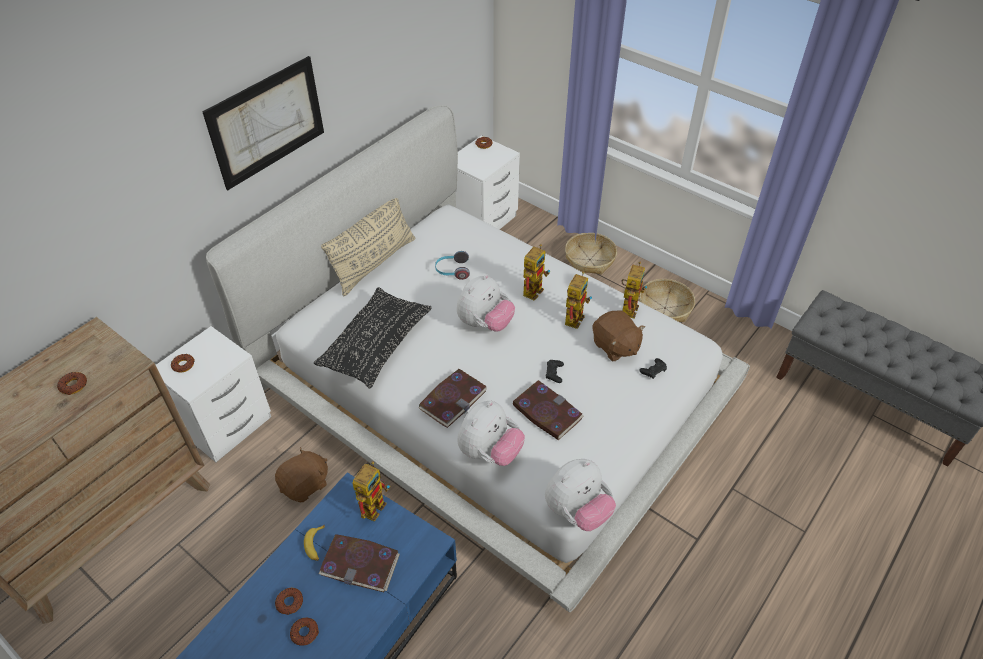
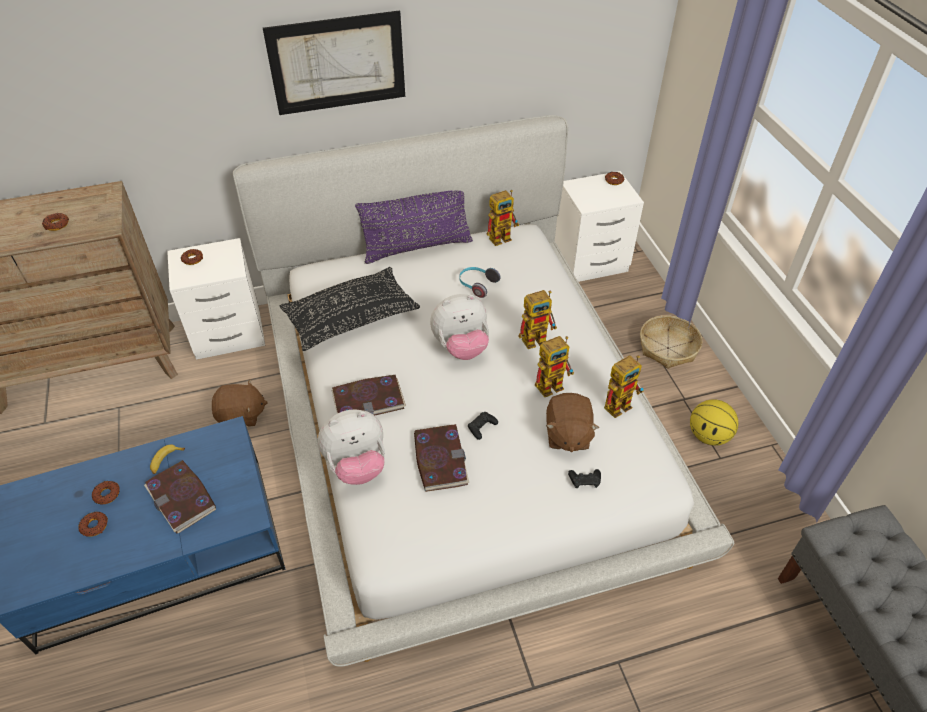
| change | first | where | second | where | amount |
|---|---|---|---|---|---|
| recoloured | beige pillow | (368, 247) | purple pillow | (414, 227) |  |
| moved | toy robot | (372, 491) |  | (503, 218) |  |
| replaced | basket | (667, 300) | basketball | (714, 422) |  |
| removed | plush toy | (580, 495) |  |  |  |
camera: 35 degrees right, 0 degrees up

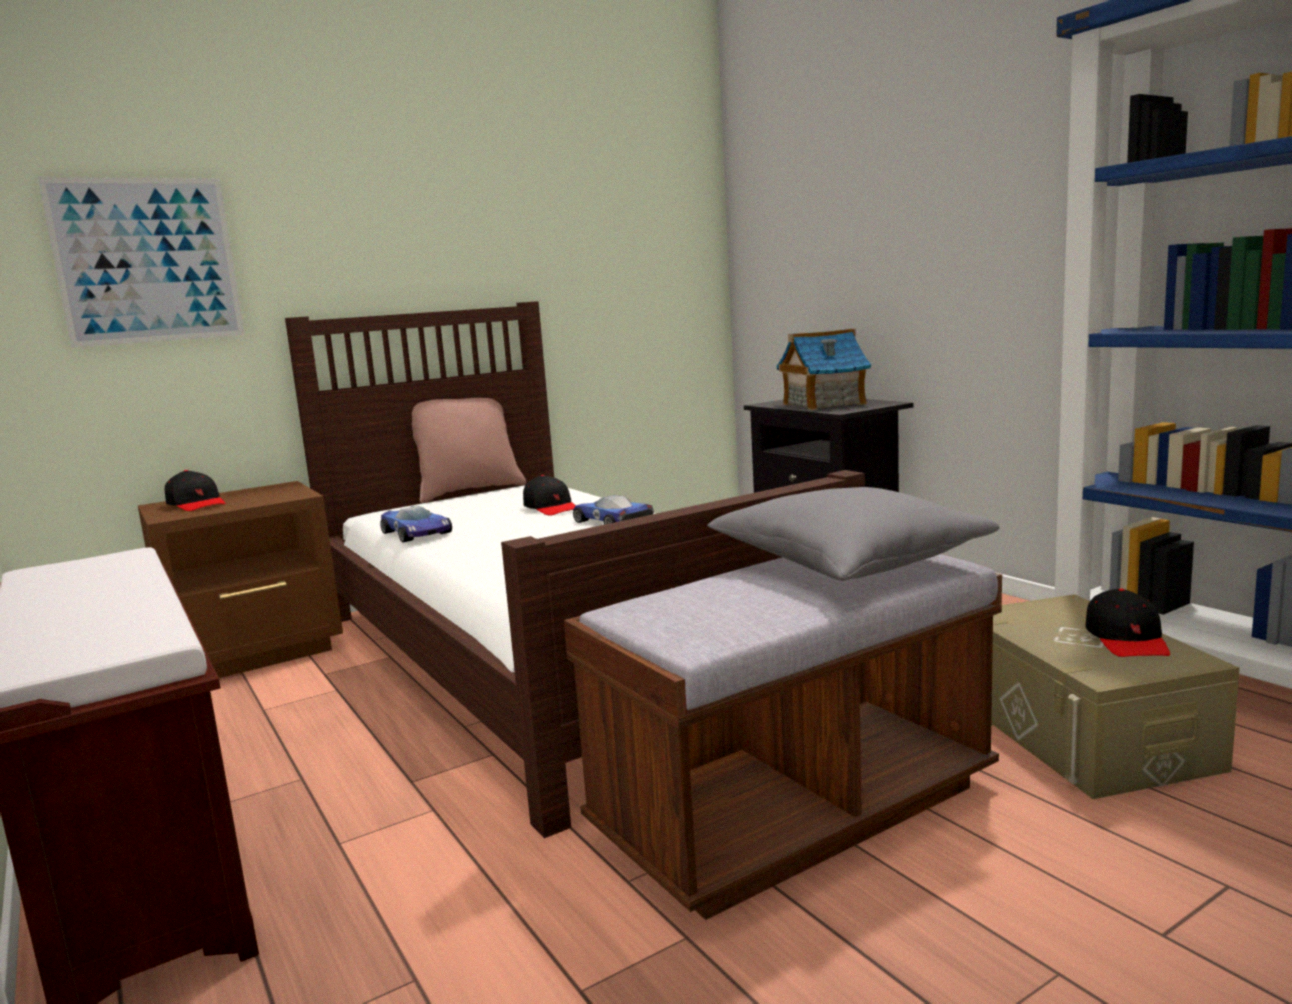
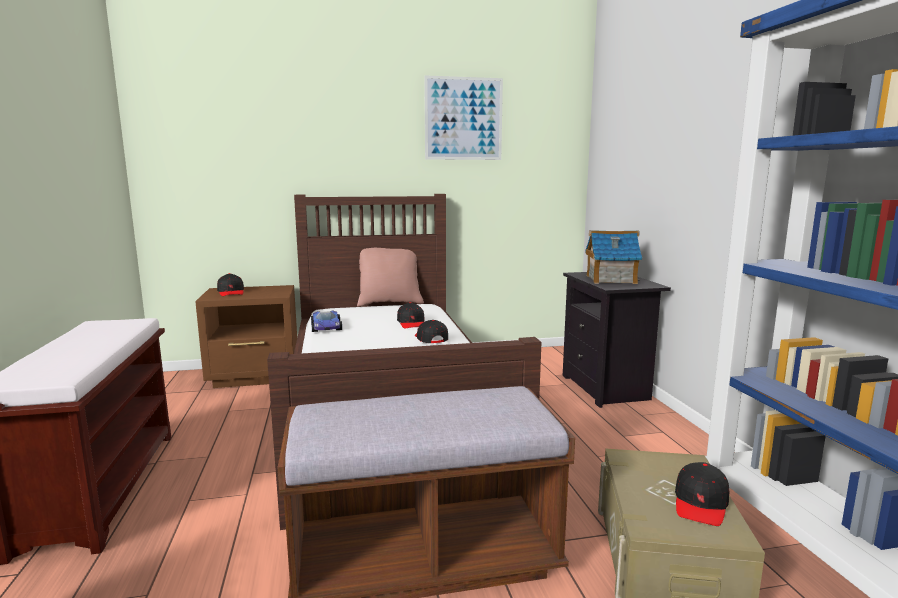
| change | first | where | second | where | amount |
|---|---|---|---|---|---|
| replaced | toy car | (613, 510) | black cap | (431, 331) |  |
| moved | picture | (141, 262) |  | (463, 117) |  |
| removed | grey pillow | (853, 534) |  |  |  |
camera: 20 degrees right, 0 degrees up

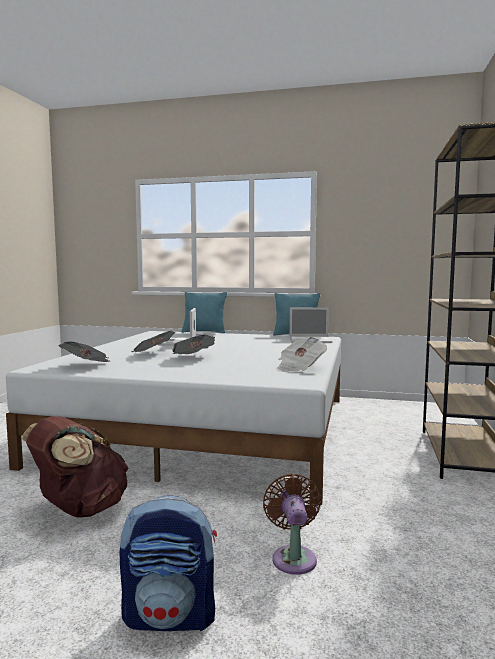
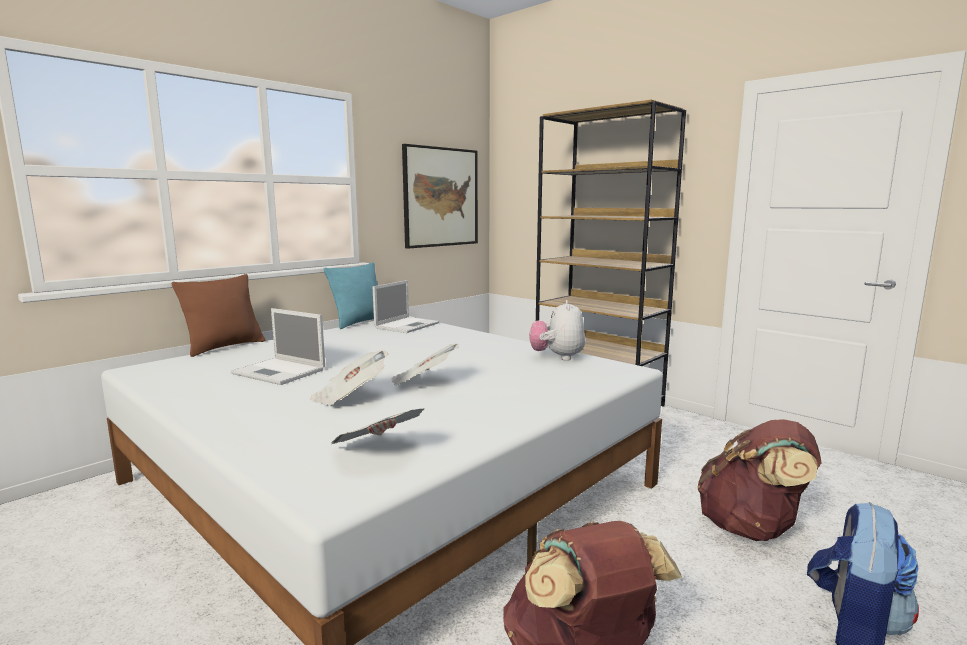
| change | first | where | second | where | amount |
|---|---|---|---|---|---|
| recoloured | turquoise pillow | (204, 312) | brown pillow | (218, 315) |  |
| added |  |  | picture | (440, 196) |  |
| replaced | newspaper | (301, 354) | plush toy | (557, 330) |  |
| replaced | brown fan | (292, 524) | brown backpack | (759, 480) |  |
camera: 60 degrees left, 5 degrees up

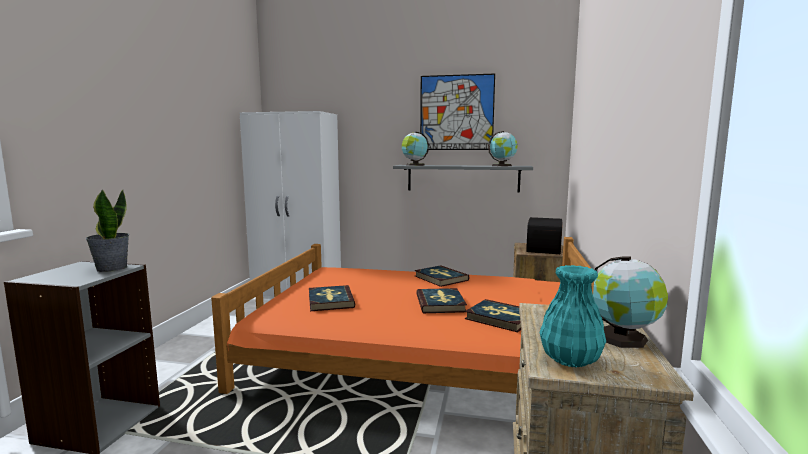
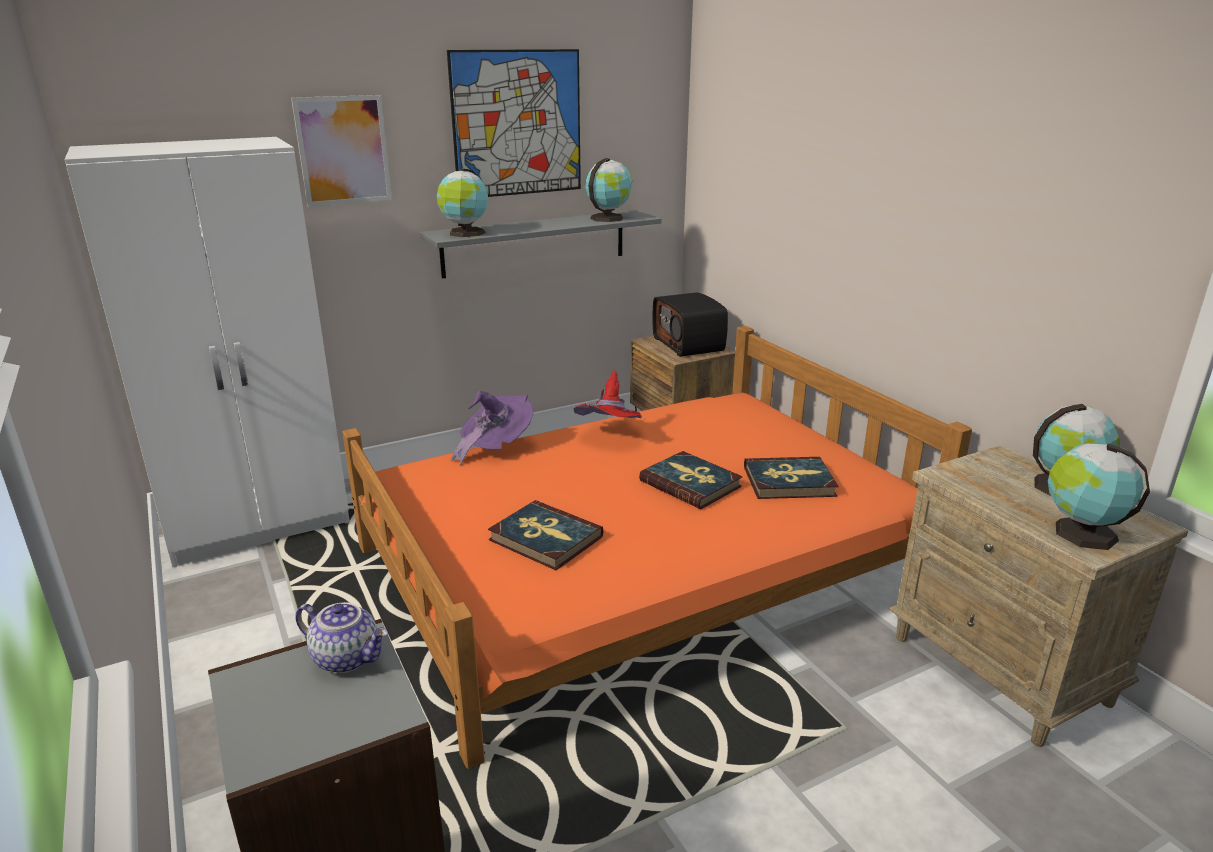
| change | first | where | second | where | amount |
|---|---|---|---|---|---|
| added |  |  | picture | (341, 151) |  |
| replaced | potted plant | (108, 230) | teapot | (341, 637) |  |
| added |  |  | purple hat | (492, 428) |  |
| replaced | book | (442, 276) | red hat | (608, 394) |  |
| replaced | turquoise vase | (573, 316) | globe | (1099, 496) |  |
camera: 40 degrees left, 15 degrees up

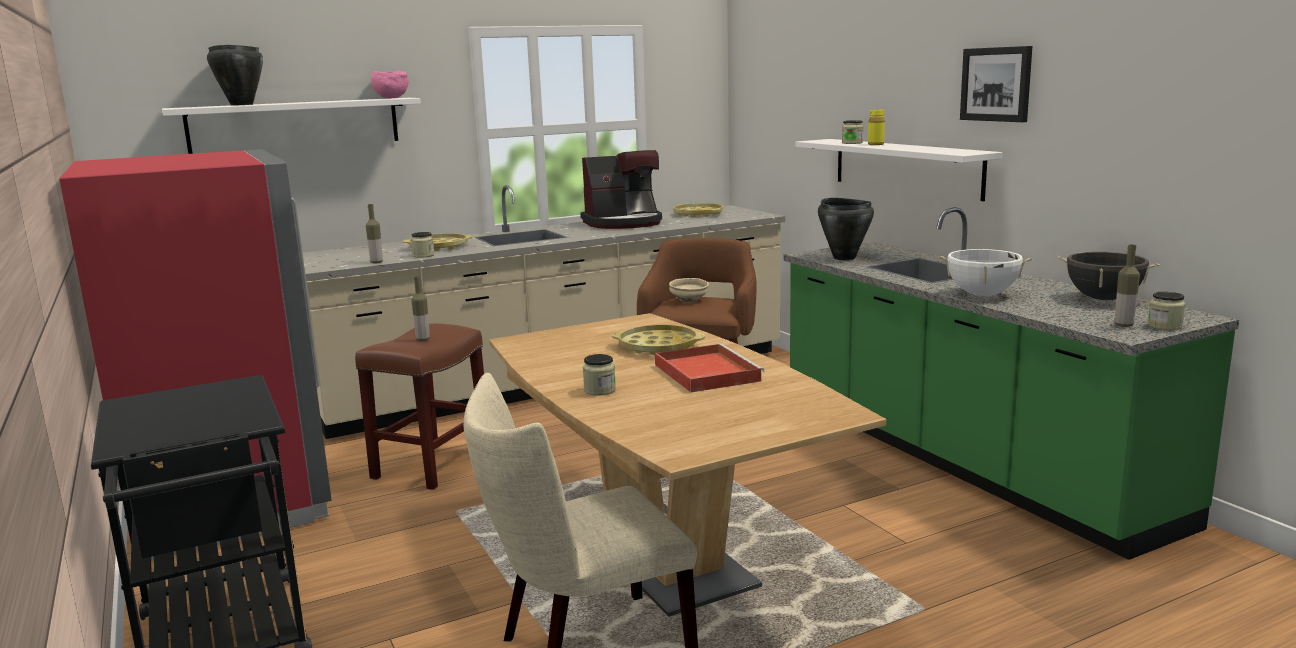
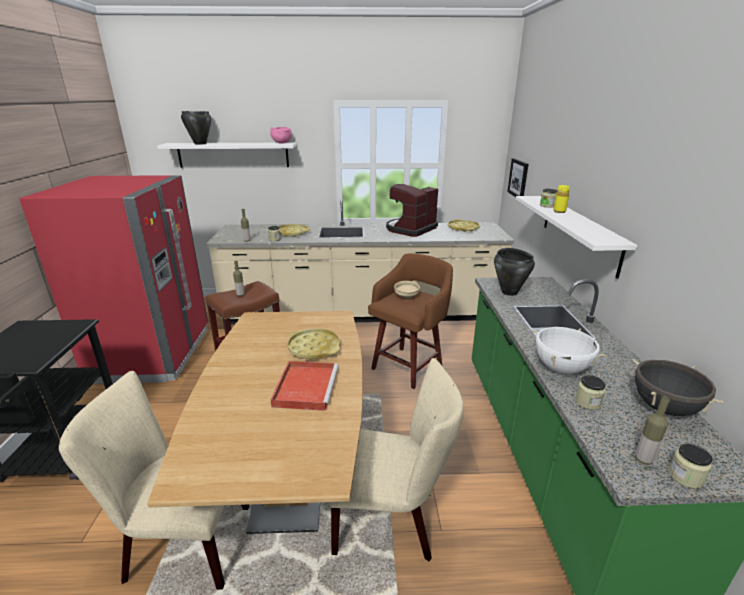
| change | first | where | second | where | amount |
|---|---|---|---|---|---|
| added |  |  | beige chair | (396, 459) |  |
| turned | coffee machine | (621, 189) |  | (412, 210) | 120 degrees clockwise |
| moved | picture | (996, 84) |  | (517, 177) |  |
| moved | jar | (599, 375) |  | (590, 392) |  |
camera: 25 degrees right, 10 degrees up

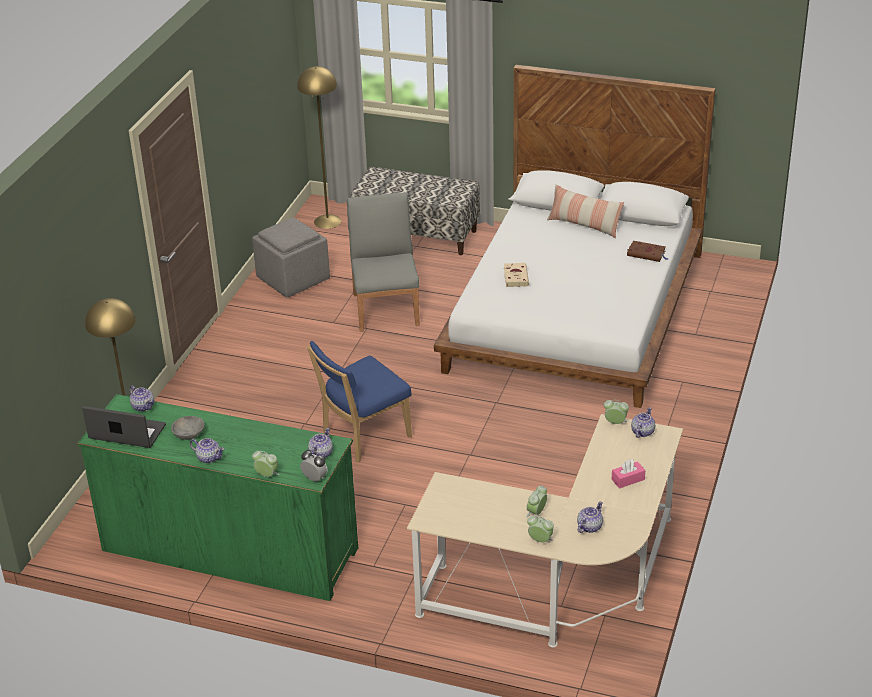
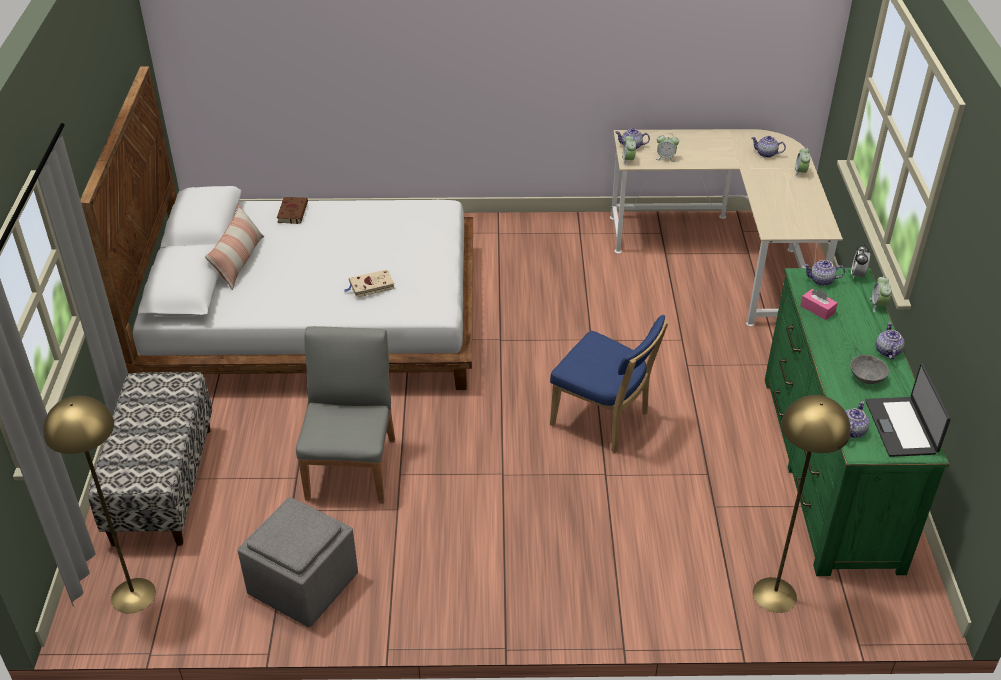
| change | first | where | second | where | amount |
|---|---|---|---|---|---|
| turned | grey chair | (383, 262) |  | (345, 415) | 120 degrees clockwise |
| moved | alarm clock | (536, 502) |  | (667, 147) |  |
| moved | pink tissue box | (628, 474) |  | (819, 304) |  |
camera: 110 degrees left, 5 degrees up

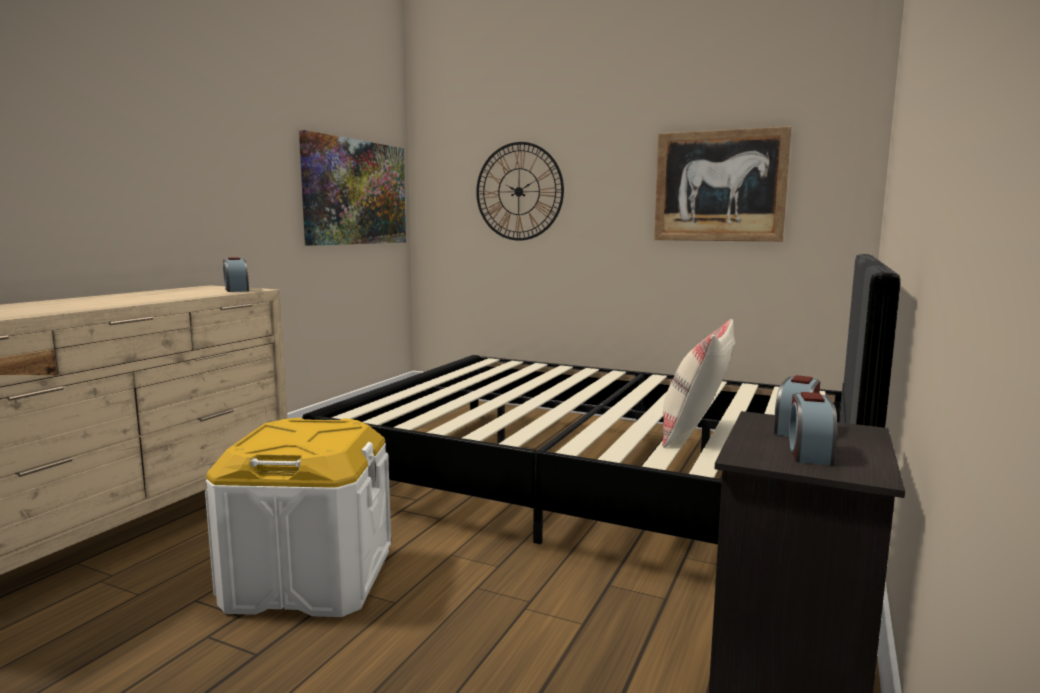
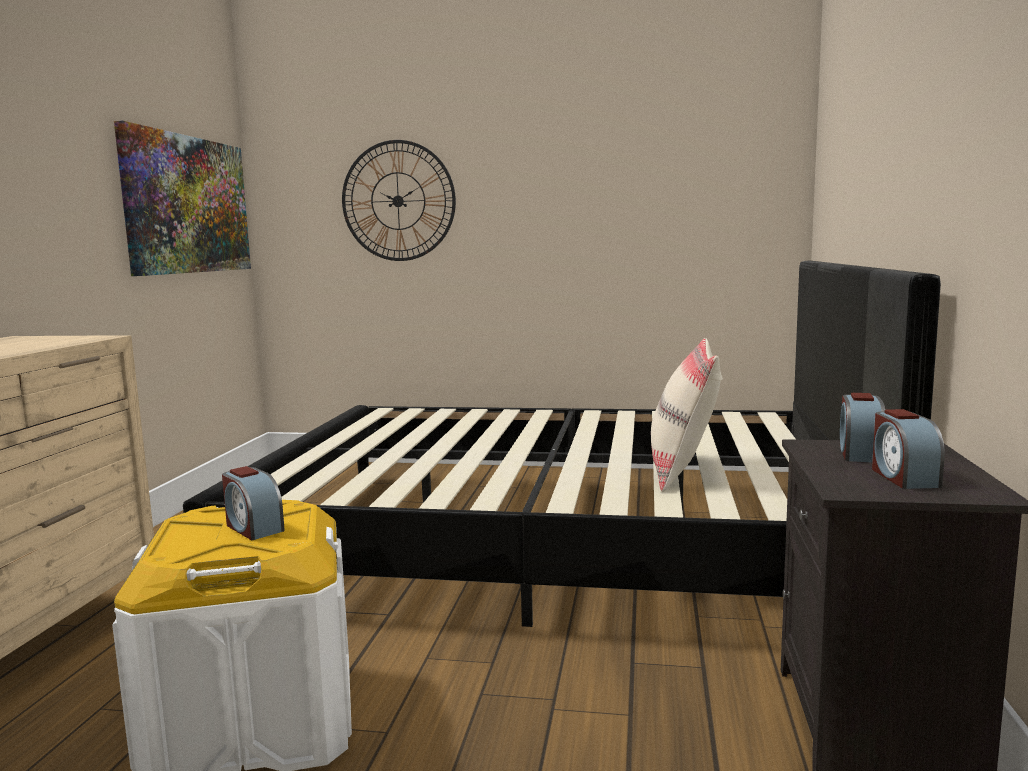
| change | first | where | second | where | amount |
|---|---|---|---|---|---|
| moved | alarm clock | (236, 274) |  | (253, 503) |  |
| removed | picture | (723, 184) |  |  |  |
camera: 15 degrees left, 0 degrees up

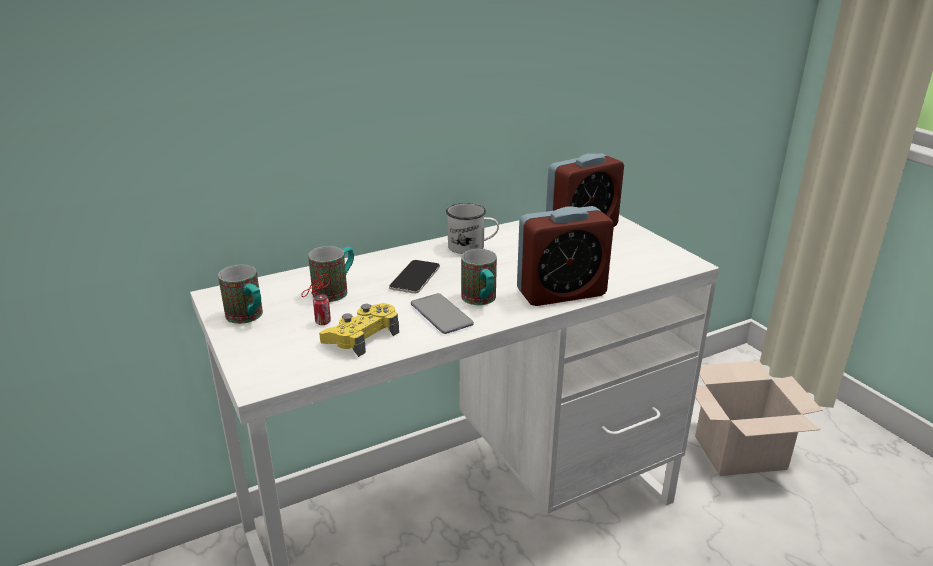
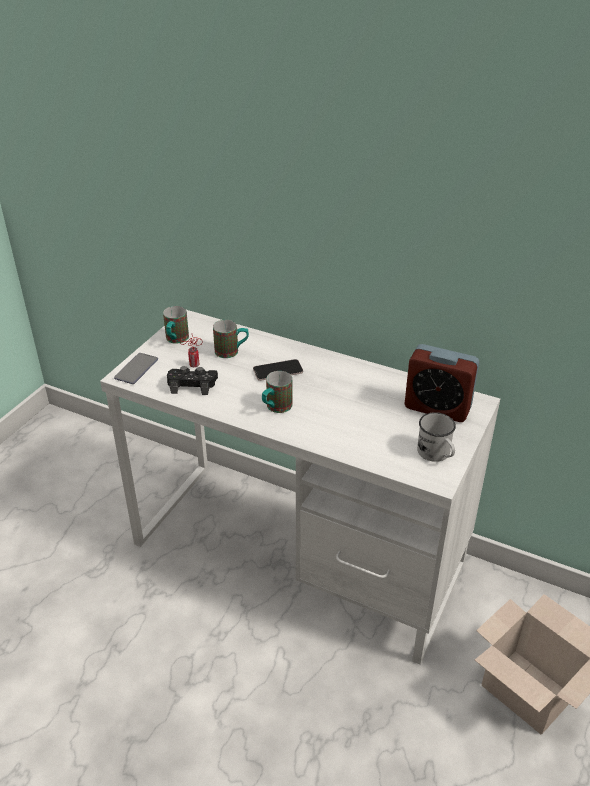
| change | first | where | second | where | amount |
|---|---|---|---|---|---|
| moved | phone | (442, 313) |  | (136, 368) |  |
| recoloured | yellow game controller | (359, 330) | black game controller | (192, 380) |  |
| moved | white mug | (472, 228) |  | (436, 437) |  |
| removed | alarm clock | (565, 256) |  |  |  |
camera: 55 degrees right, 10 degrees up

